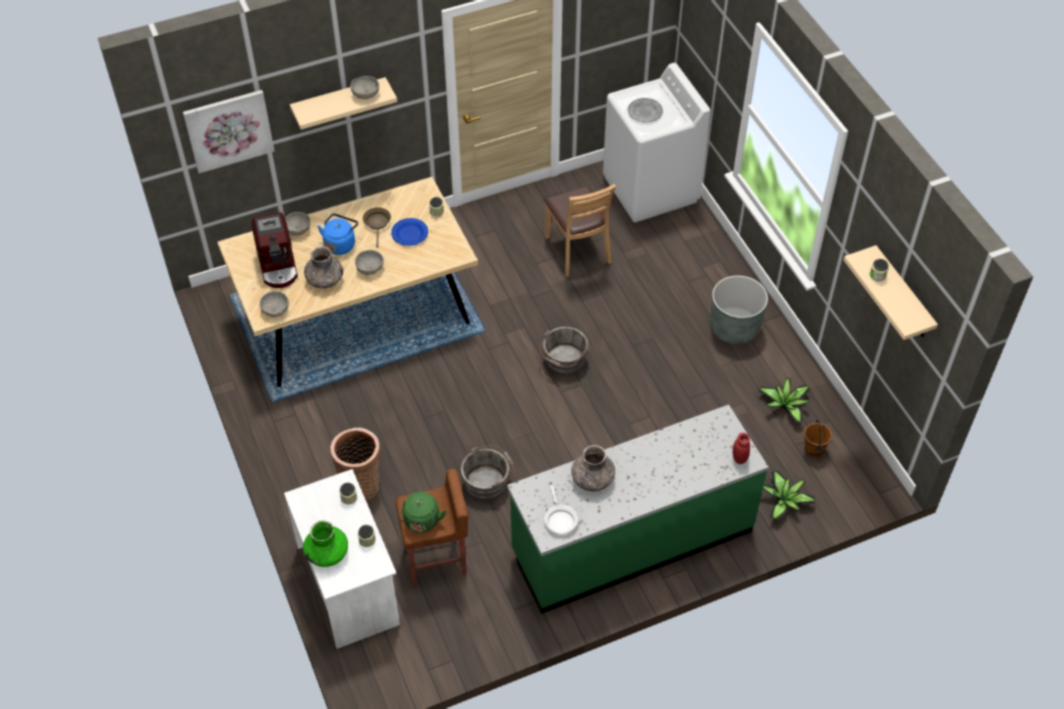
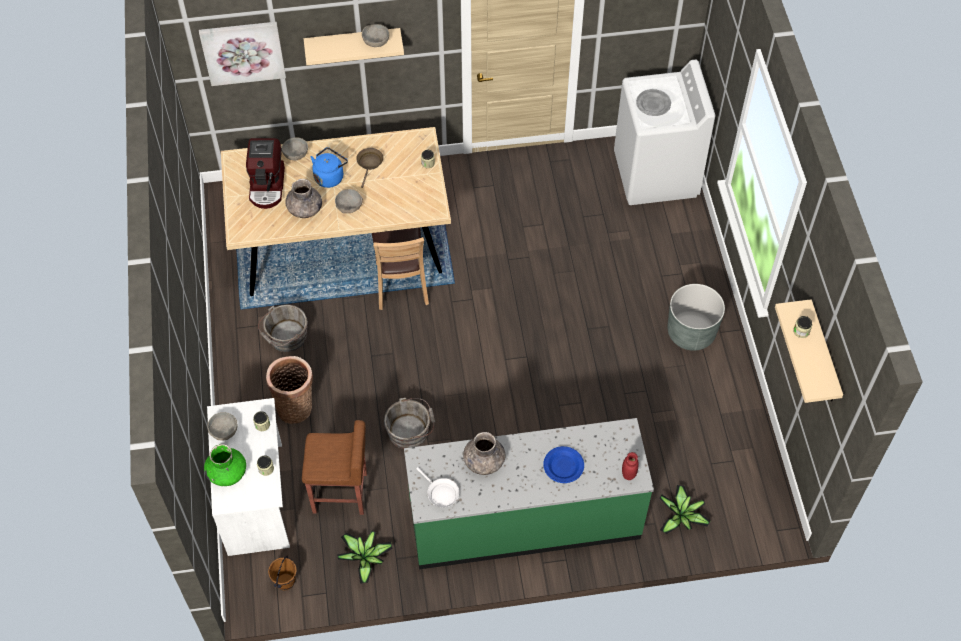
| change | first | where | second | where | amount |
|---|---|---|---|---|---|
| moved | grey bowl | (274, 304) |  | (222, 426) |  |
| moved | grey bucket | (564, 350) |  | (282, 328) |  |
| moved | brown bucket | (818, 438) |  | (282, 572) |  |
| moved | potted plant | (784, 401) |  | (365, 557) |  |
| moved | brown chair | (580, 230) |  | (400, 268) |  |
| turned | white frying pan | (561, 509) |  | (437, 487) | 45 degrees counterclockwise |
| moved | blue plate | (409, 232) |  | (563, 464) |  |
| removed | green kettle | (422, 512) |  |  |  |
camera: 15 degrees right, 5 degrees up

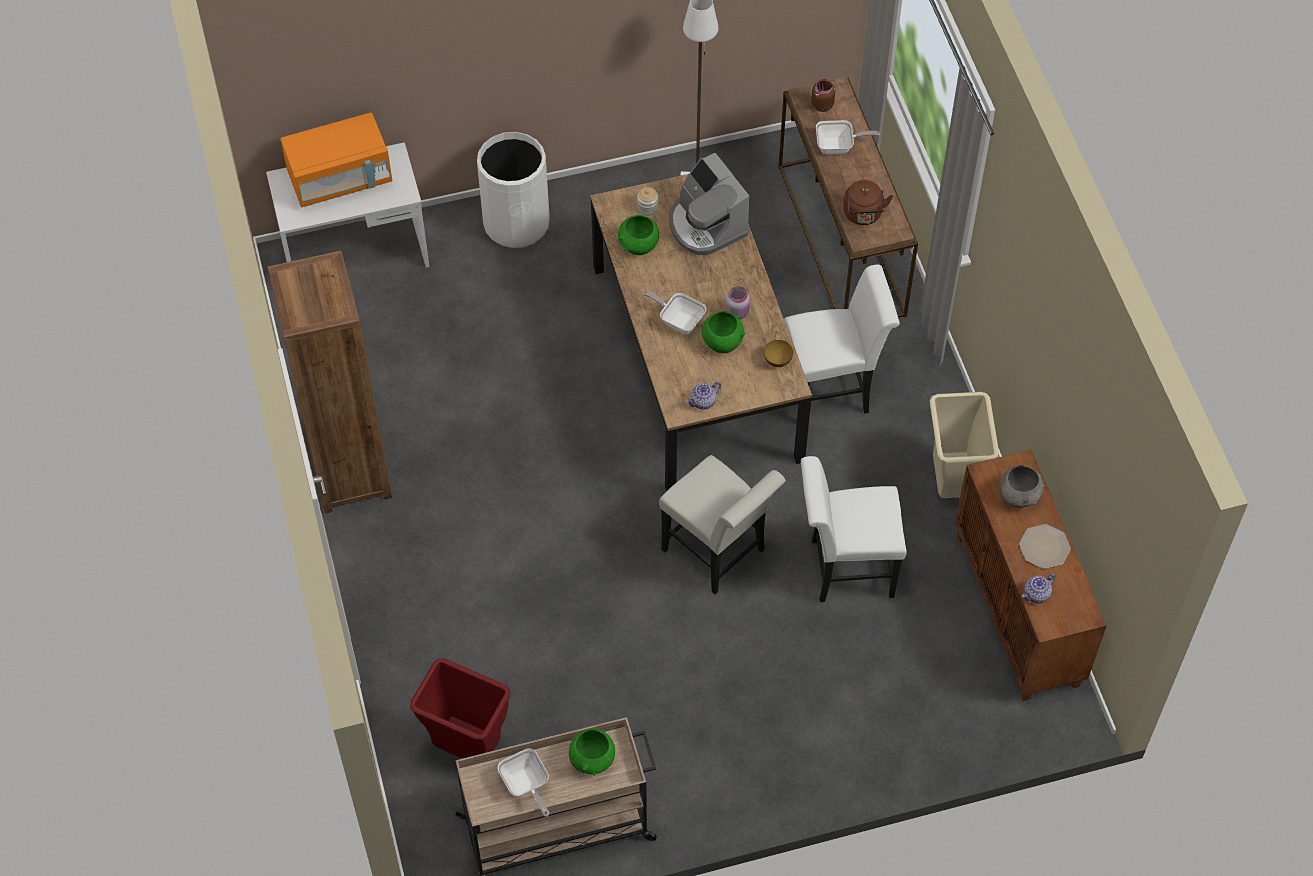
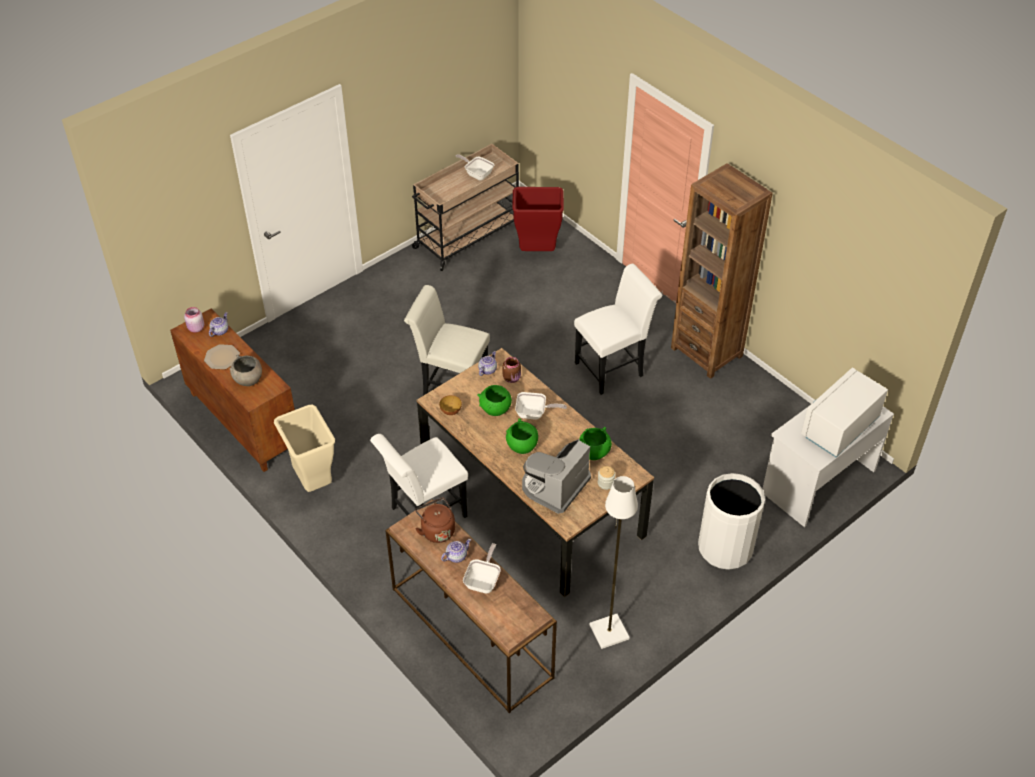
| change | first | where | second | where | amount |
|---|---|---|---|---|---|
| moved | pink jar | (737, 302) |  | (194, 320) |  |
| added |  |  | teapot | (456, 551) |  |
| turned | frying pan | (848, 137) |  | (482, 568) | 135 degrees clockwise |
| moved | brown jar | (823, 95) |  | (512, 370) |  |
| moved | green bowl | (592, 752) |  | (522, 436) |  |
| turned | coffee machine | (709, 204) |  | (556, 476) | 90 degrees counterclockwise |
| moved | white chair | (854, 529) |  | (618, 329) |  |
| recoloured | orange microwave | (336, 160) | white microwave | (844, 412) |  |
camera: 155 degrees right, 10 degrees down

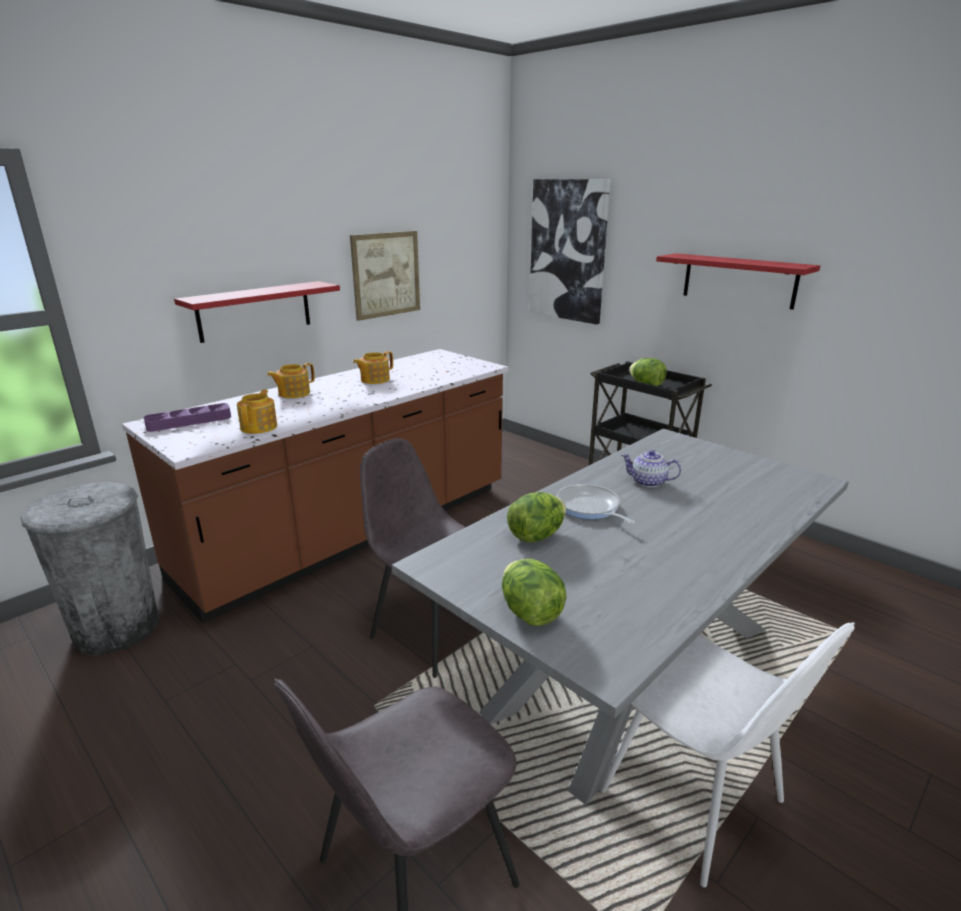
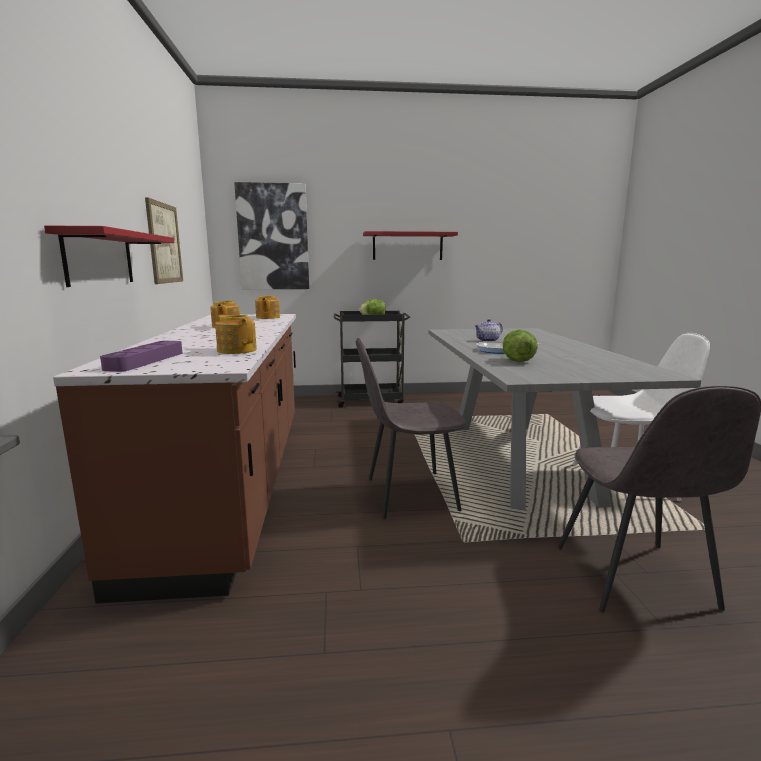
| change | first | where | second | where | amount |
|---|---|---|---|---|---|
| moved | teapot | (291, 380) |  | (267, 307) |  |
| removed | grey trash can | (89, 568) |  |  |  |
| removed | lettuce | (534, 592) |  |  |  |
camera: 50 degrees left, 10 degrees down

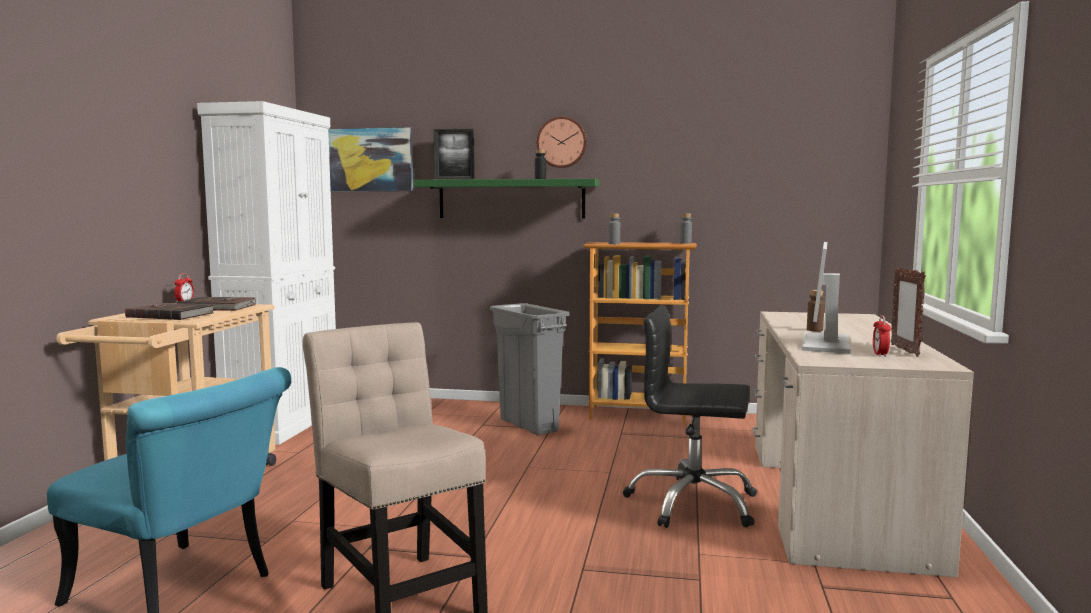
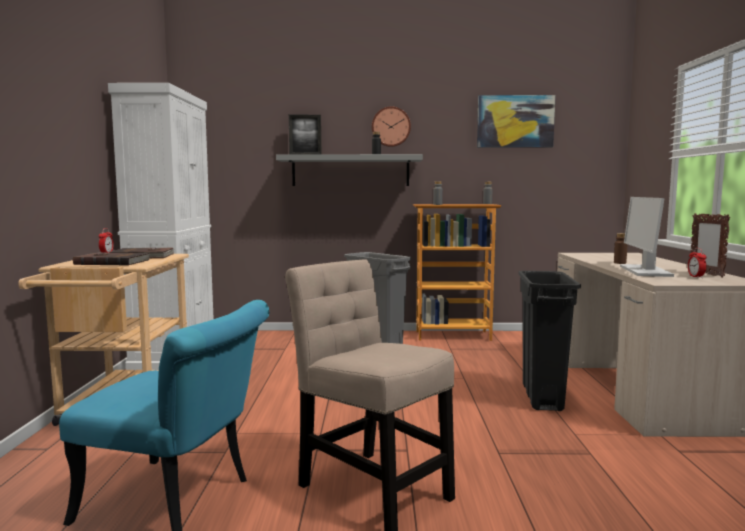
| change | first | where | second | where | amount |
|---|---|---|---|---|---|
| recoloured | green shelf | (507, 198) | grey shelf | (349, 170) |  |
| moved | picture | (370, 159) |  | (516, 121) |  |
| replaced | black office chair | (690, 416) | black trash can | (549, 341) |  |
camera: 10 degrees left, 0 degrees up

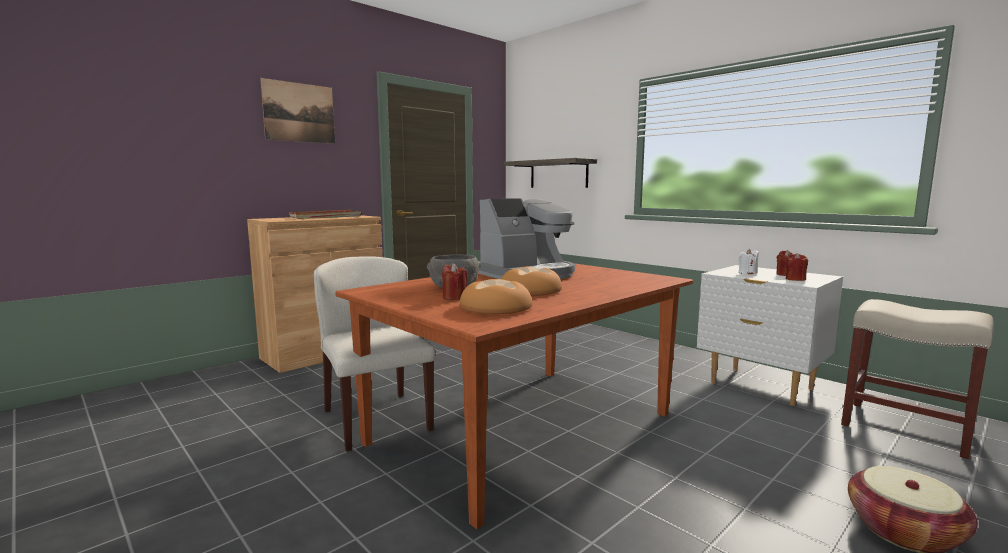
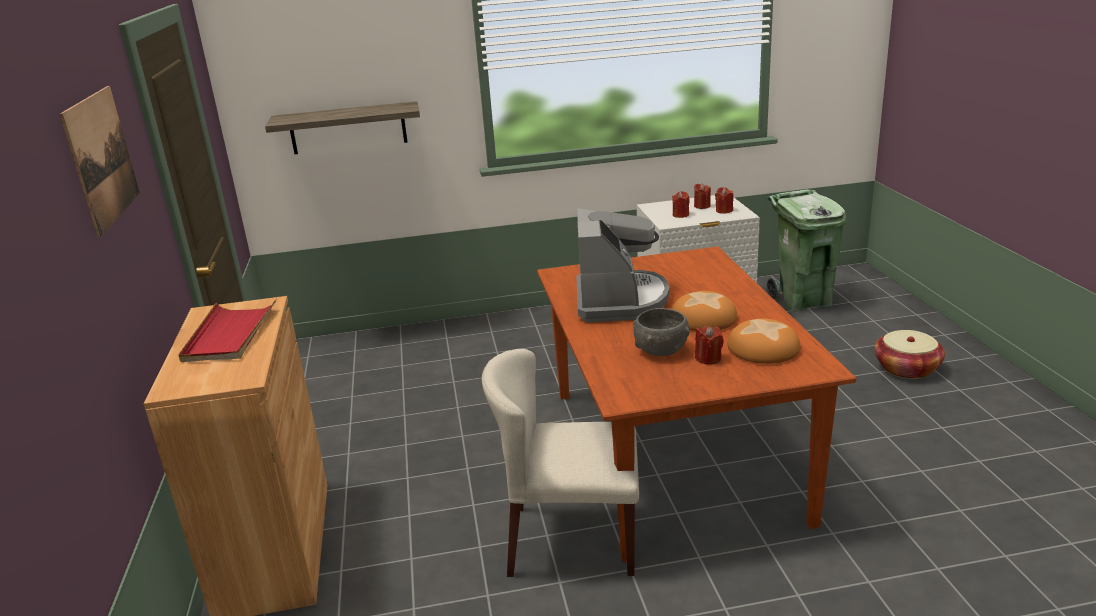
| change | first | where | second | where | amount |
|---|---|---|---|---|---|
| recoloured | white candle | (748, 261) | red candle | (681, 204) |  |
| replaced | beige stool | (917, 379) | green trash can | (807, 250) |  |
camera: 55 degrees left, 15 degrees up

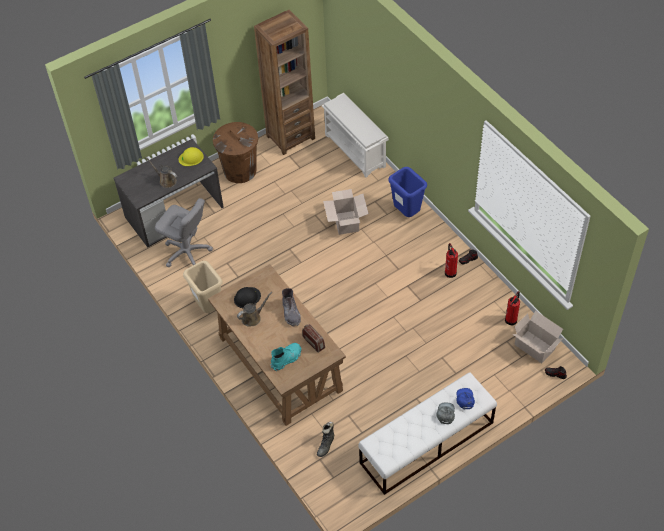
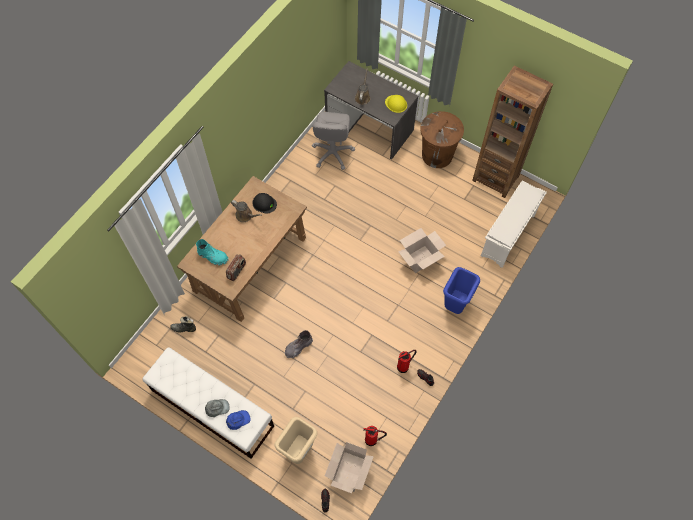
| change | first | where | second | where | amount |
|---|---|---|---|---|---|
| moved | beige trash can | (203, 287) |  | (296, 440) |  |
| moved | grey boot | (291, 307) |  | (299, 344) |  |
camera: 65 degrees right, 10 degrees up

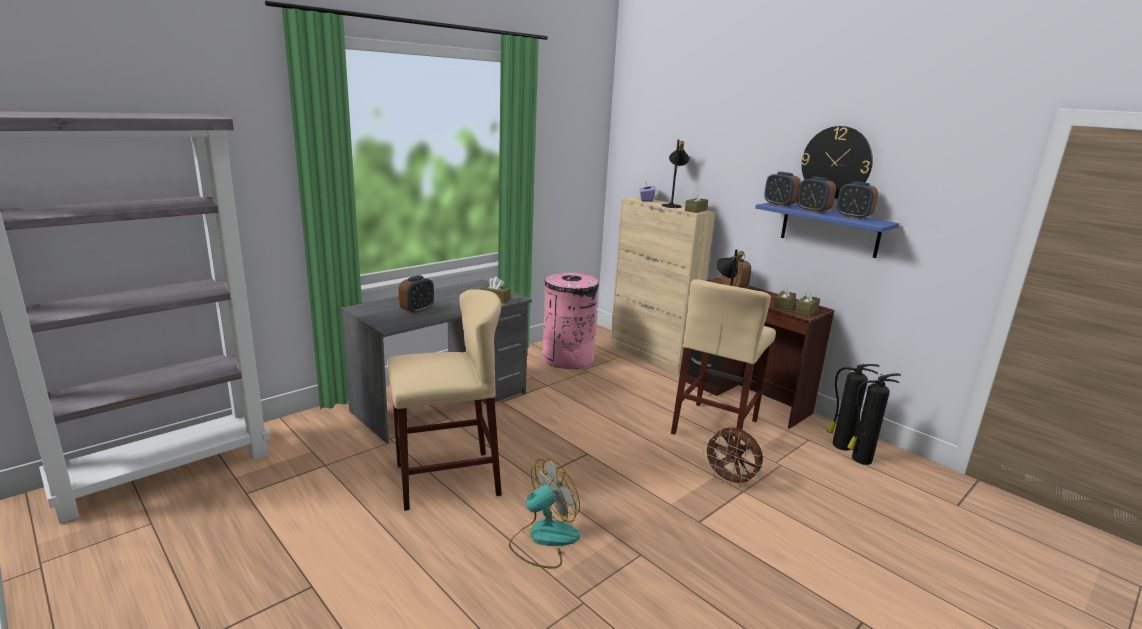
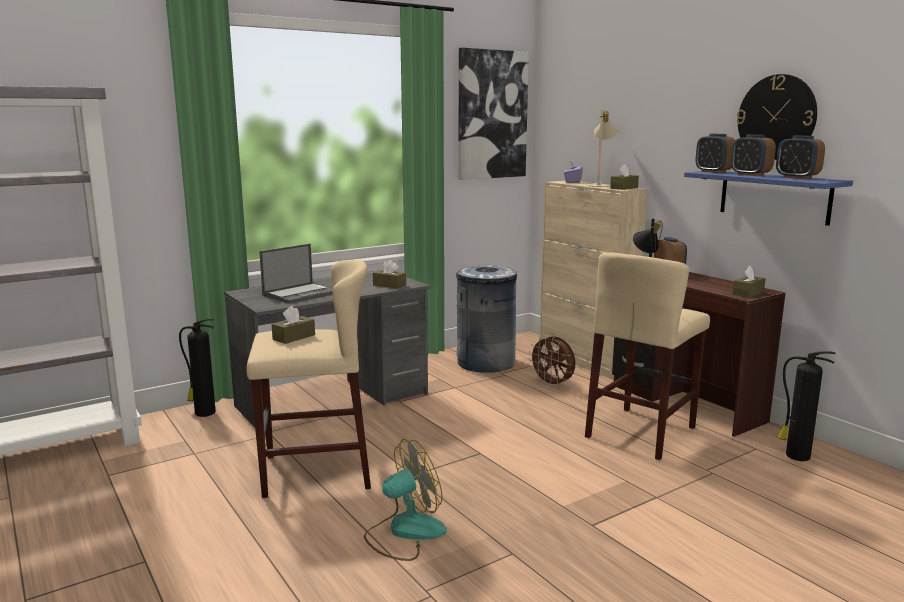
| change | first | where | second | where | amount |
|---|---|---|---|---|---|
| moved | fire extinguisher | (874, 419) |  | (197, 368) |  |
| replaced | alarm clock | (416, 294) | laptop | (296, 274) |  |
| moved | brown tissue box | (785, 297) |  | (293, 325) |  |
| recoloured | pink trash can | (570, 320) | grey trash can | (486, 318) |  |
| added |  |  | picture | (493, 114) |  |
| moved | brown fan | (732, 457) |  | (551, 361) |  |
| recoloured | black table lamp | (675, 174) | beige table lamp | (602, 148) |  |
camera: 10 degrees right, 5 degrees down

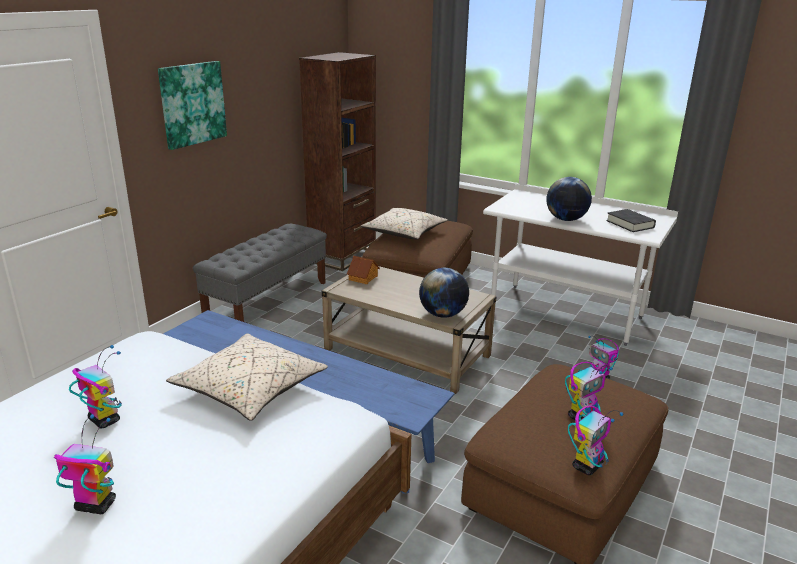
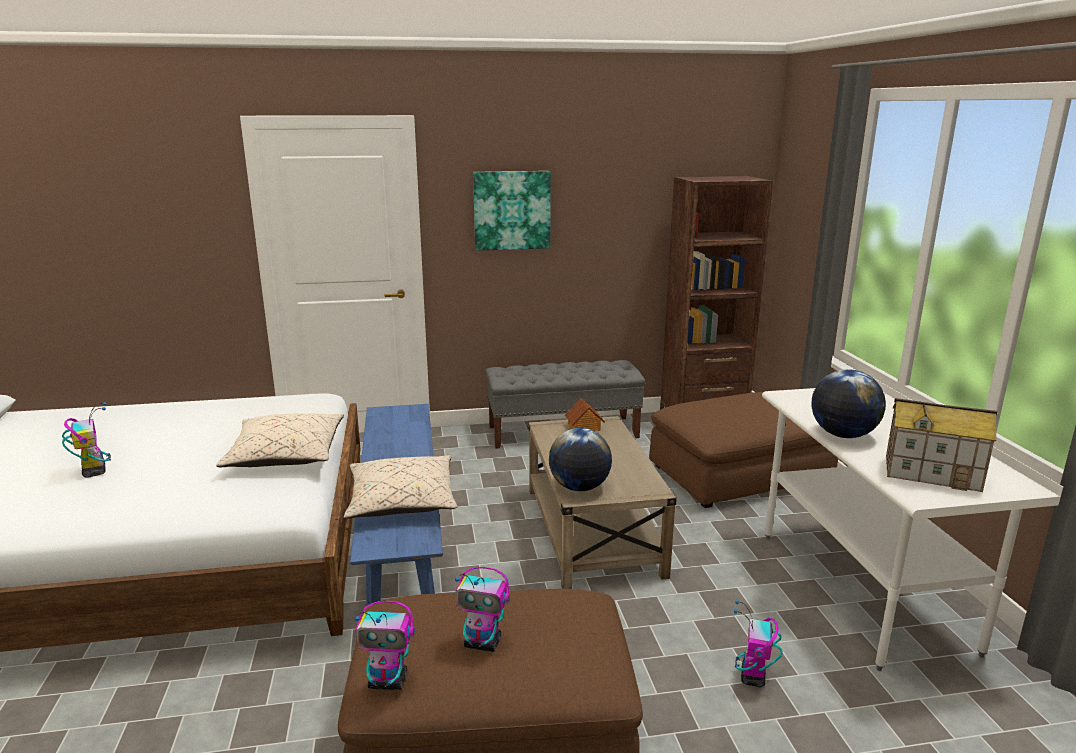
| change | first | where | second | where | amount |
|---|---|---|---|---|---|
| moved | beige pillow | (404, 223) |  | (400, 487) |  |
| replaced | black book | (631, 220) | toy house | (941, 445) |  |
| removed | toy robot | (95, 386) |  |  |  |
camera: 50 degrees right, 5 degrees down

